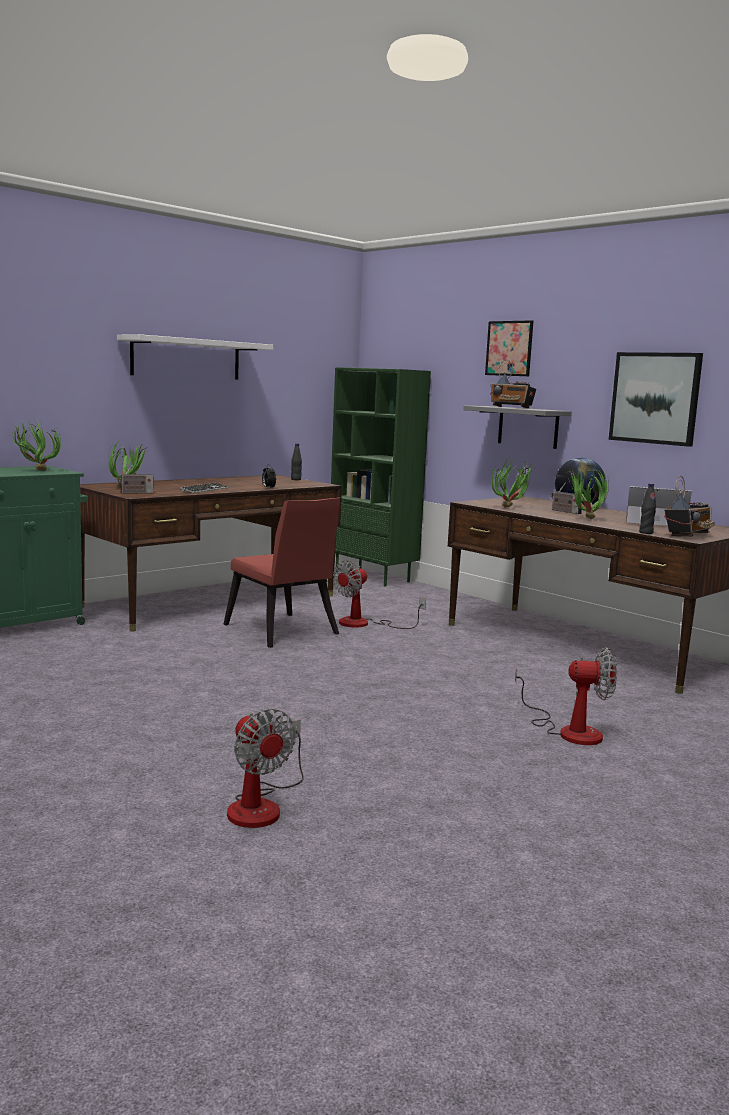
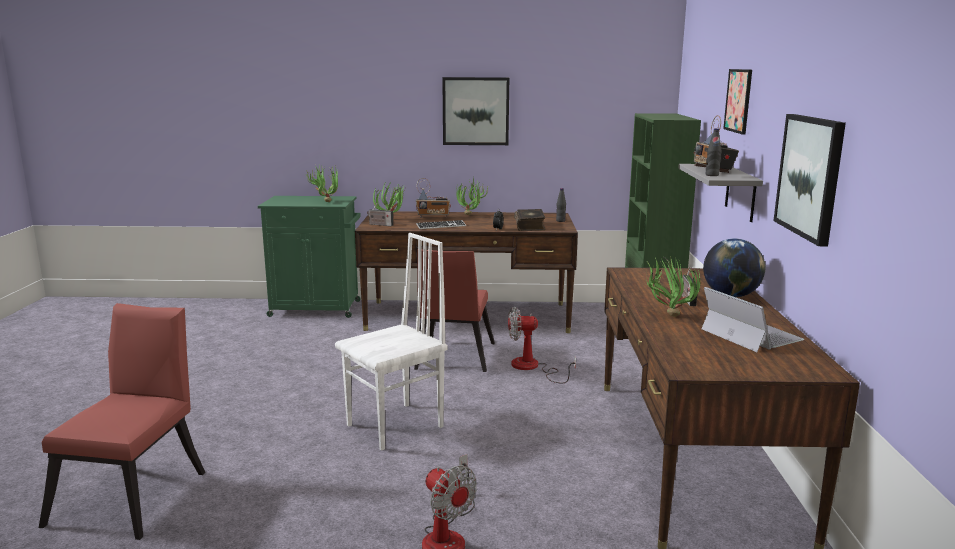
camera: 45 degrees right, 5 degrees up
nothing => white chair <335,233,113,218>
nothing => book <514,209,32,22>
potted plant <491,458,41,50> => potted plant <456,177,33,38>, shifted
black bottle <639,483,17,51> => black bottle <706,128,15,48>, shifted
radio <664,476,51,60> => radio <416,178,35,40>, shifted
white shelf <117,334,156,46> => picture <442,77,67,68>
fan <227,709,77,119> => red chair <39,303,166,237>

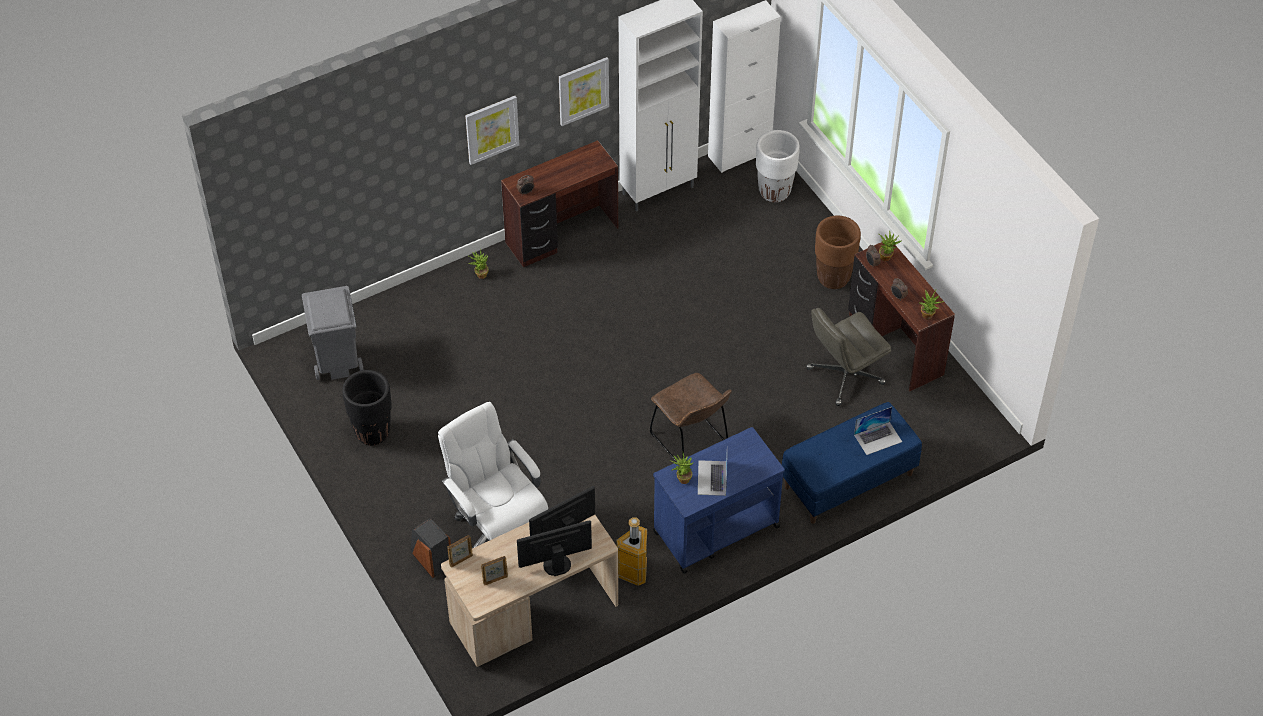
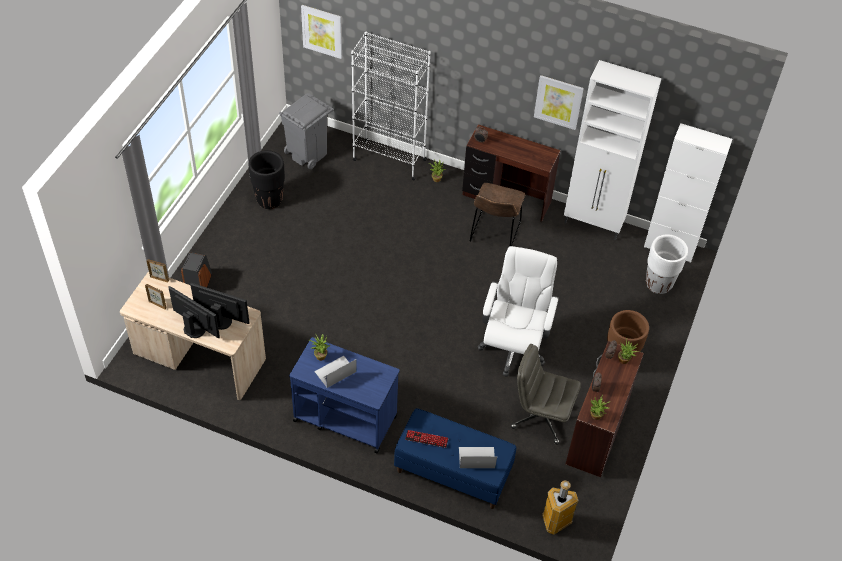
camera: 50 degrees right, 0 degrees up
nothing => white bookcase <351,31,80,149>
nothing => keyboard <405,430,44,18>
white office chair <438,402,110,147> => white office chair <478,246,81,131>, shifted
picture <465,96,54,69> => picture <301,5,41,54>, shifted
trash can <617,517,30,69> => trash can <542,480,37,55>, shifted
brown chair <650,373,82,89> => brown chair <470,183,55,63>, shifted
laptop <854,407,48,48> => laptop <459,447,38,21>, 150 degrees clockwise

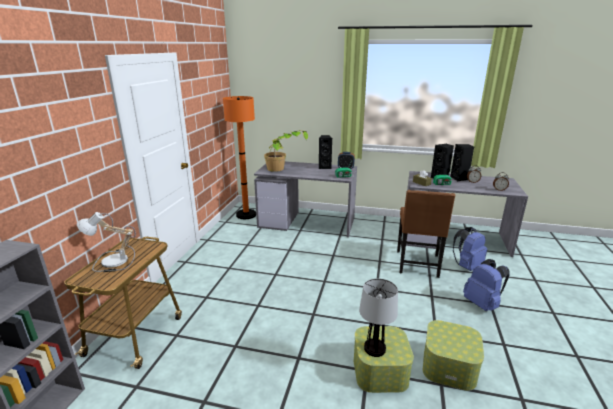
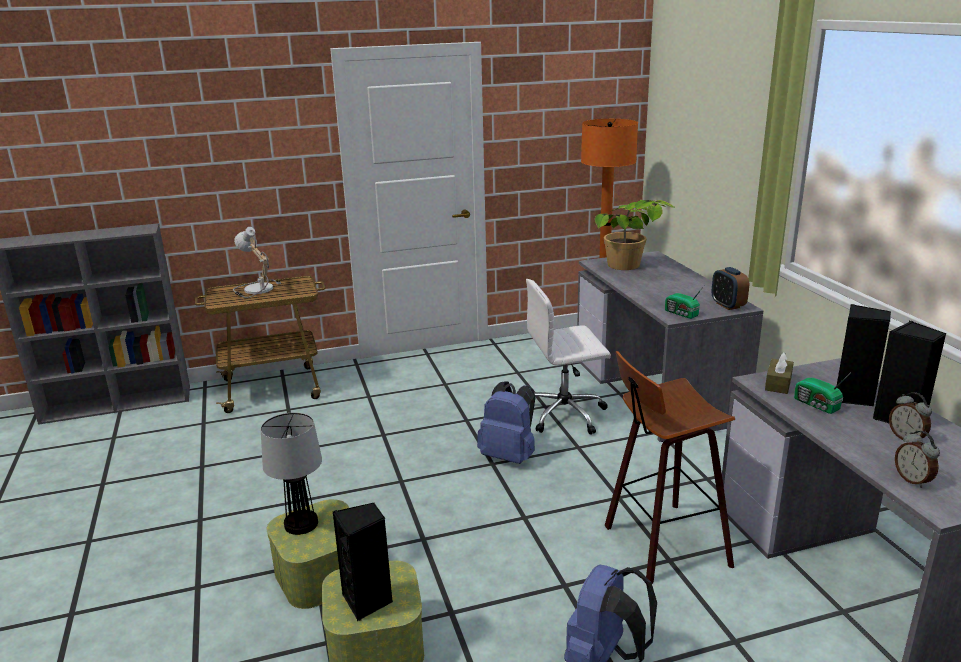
camera: 60 degrees right, 0 degrees up
nothing => white office chair <526,279,85,156>
black speaker <319,135,13,34> => black speaker <333,503,60,118>, shifted
blue backpack <453,227,34,44> => blue backpack <477,381,59,83>, shifted
brown chair <397,190,59,88> => stool <605,351,130,233>

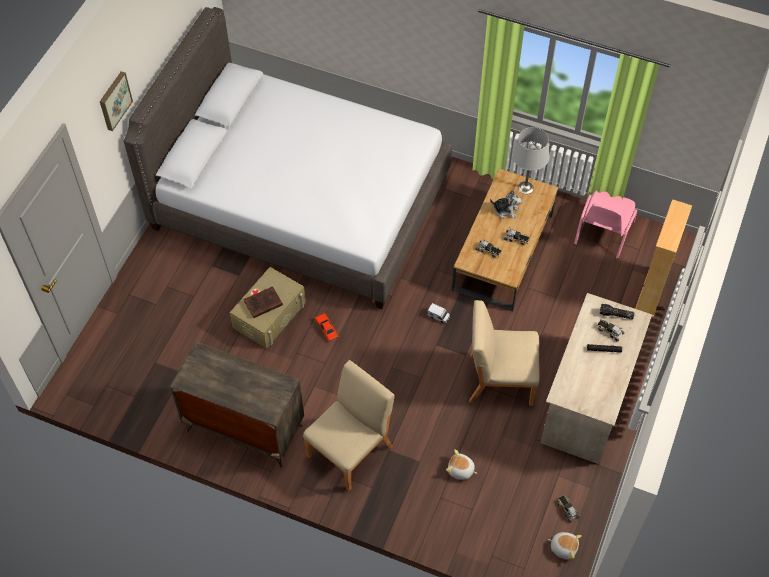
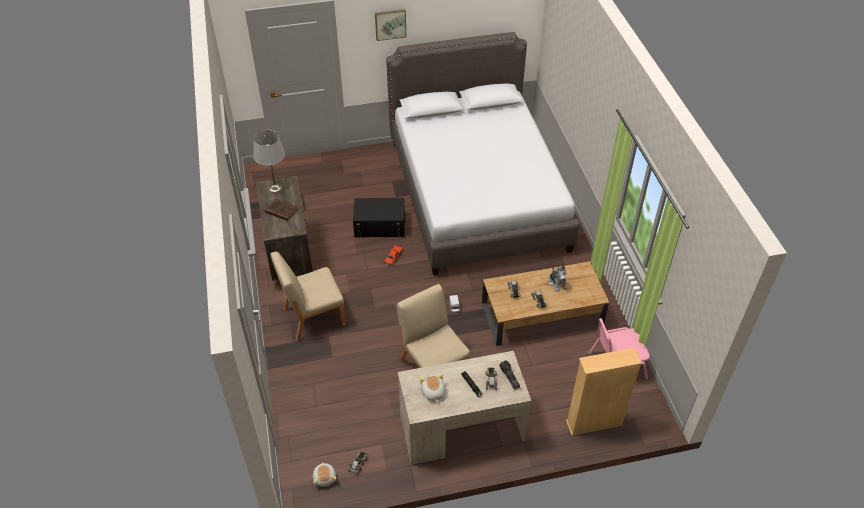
camera: 55 degrees right, 10 degrees down
brown book <244,286,39,32> => brown book <265,198,32,23>, shifted
plush toy <446,449,31,31> => plush toy <420,373,25,30>, shifted
grey table lamp <512,127,38,67> => grey table lamp <253,130,32,62>, shifted
beige storage box <230,267,76,82> => black storage box <353,198,52,39>
beige chair <303,360,92,131> => beige chair <270,252,76,89>, 150 degrees clockwise

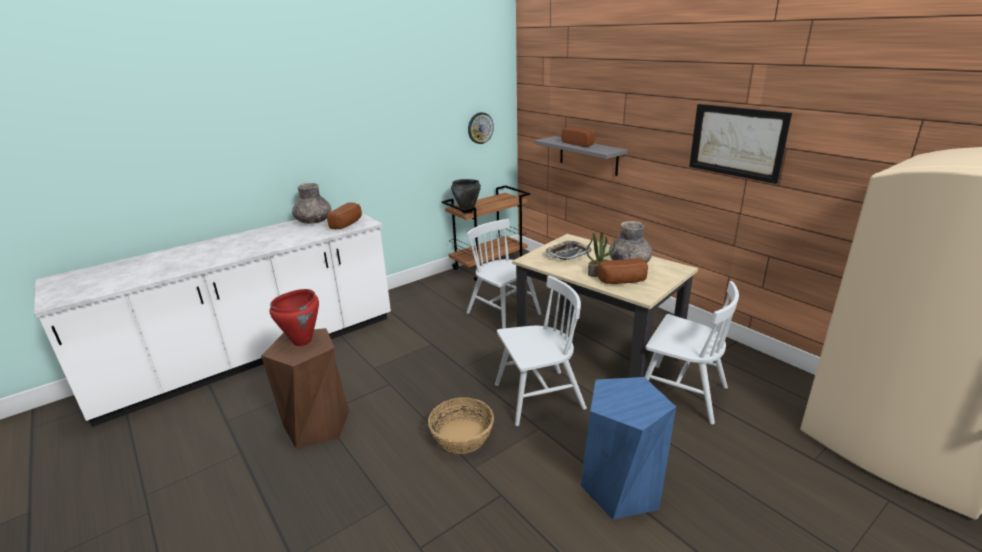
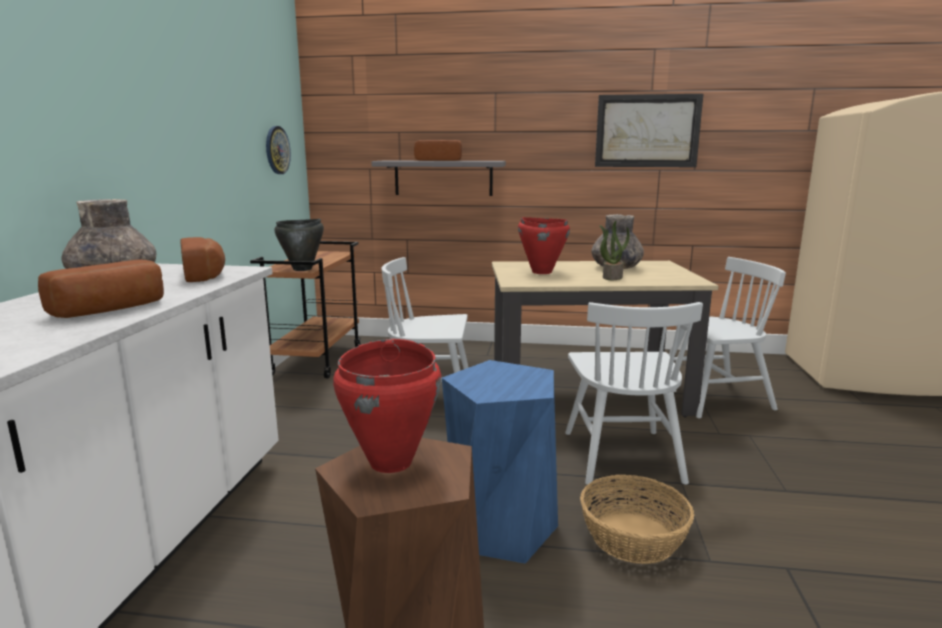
camera: 45 degrees left, 10 degrees down
blue stool <581,377,95,143> => blue stool <442,360,116,204>, shifted
bread <597,258,51,26> => bread <38,260,126,58>, shifted
tray <546,240,46,20> => red cooking pot <518,217,52,57>
white chair <495,276,92,150> => white chair <565,302,138,183>, 150 degrees clockwise

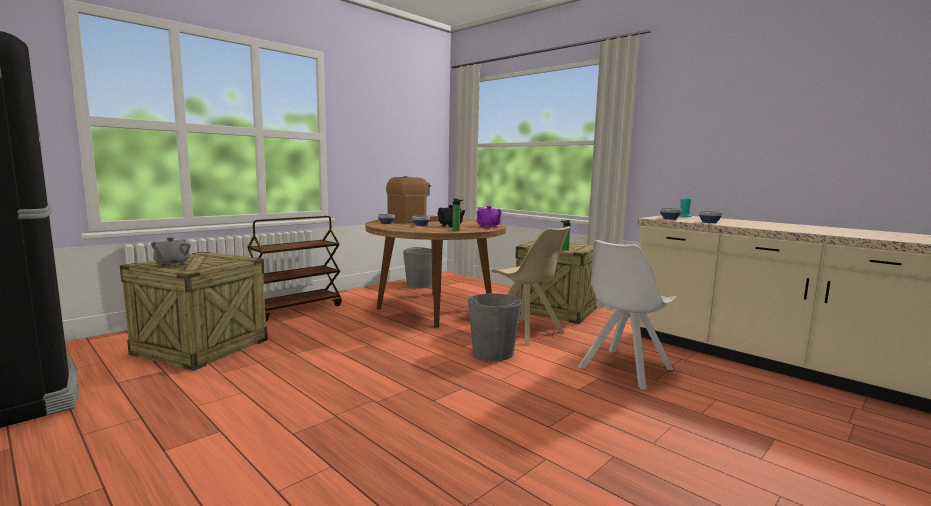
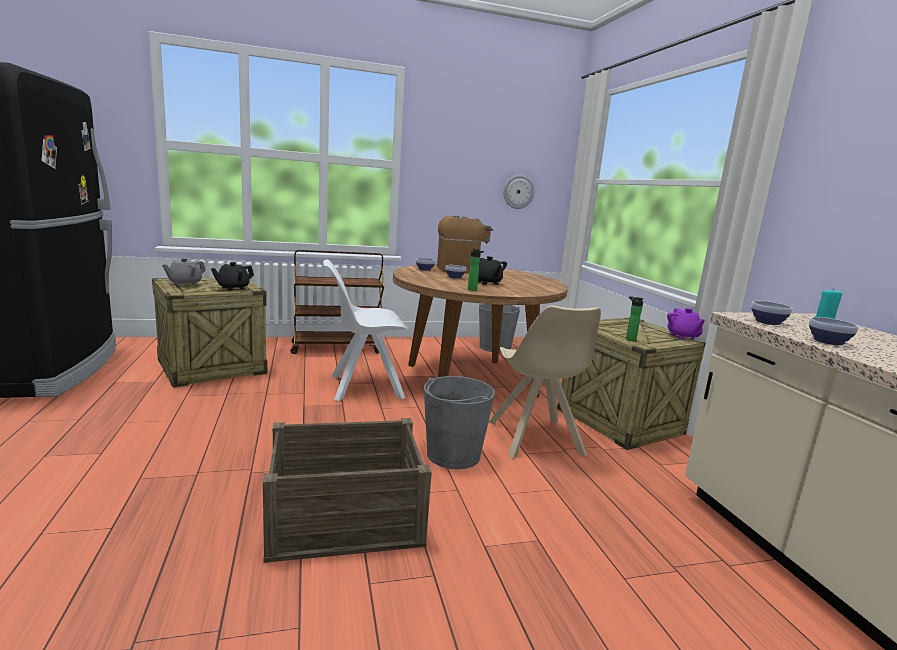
camera: 30 degrees right, 5 degrees up
nothing => black teapot <211,262,43,29>
nothing => crate <263,418,169,145>
nothing => wall clock <503,175,32,34>
purple teapot <477,206,25,22> => purple teapot <667,308,38,32>, shifted
white chair <578,240,99,149> => white chair <323,259,85,142>, shifted

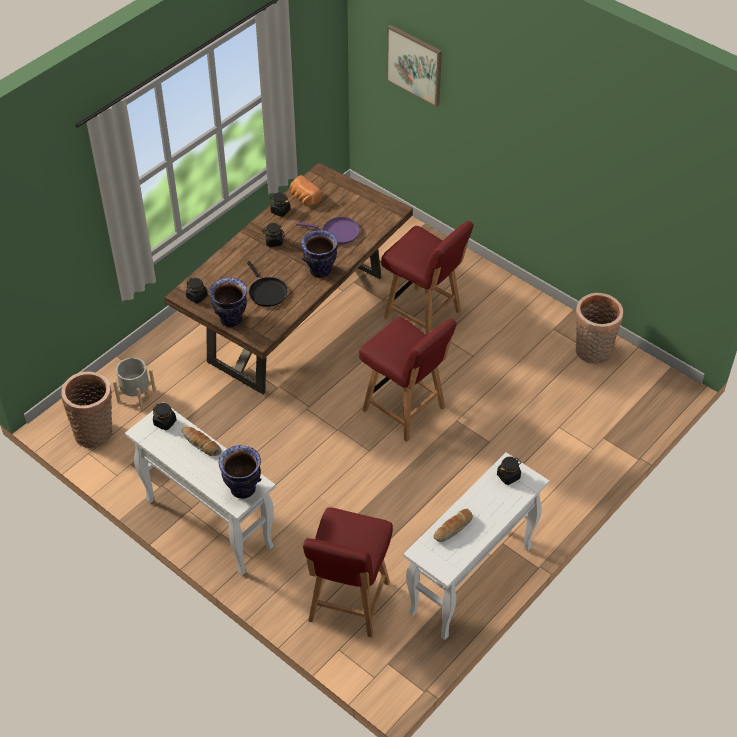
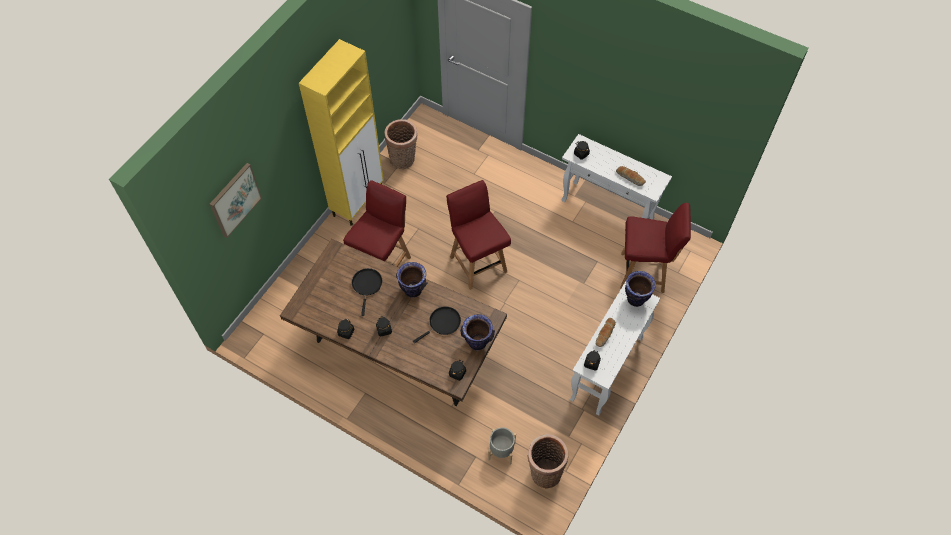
camera: 100 degrees left, 10 degrees up
bread <290,175,31,31> => nothing
nothing => yellow cabinet <299,39,85,187>
purple frying pan <296,217,64,27> => black frying pan <352,268,30,48>
red chair <359,317,98,125> => red chair <446,180,65,110>, 60 degrees counterclockwise

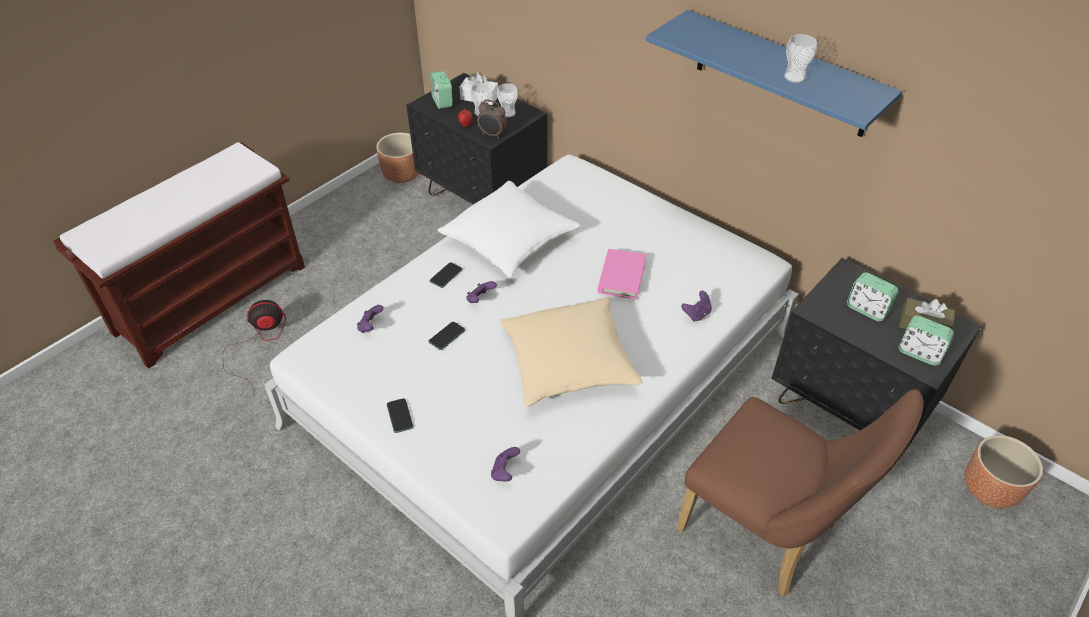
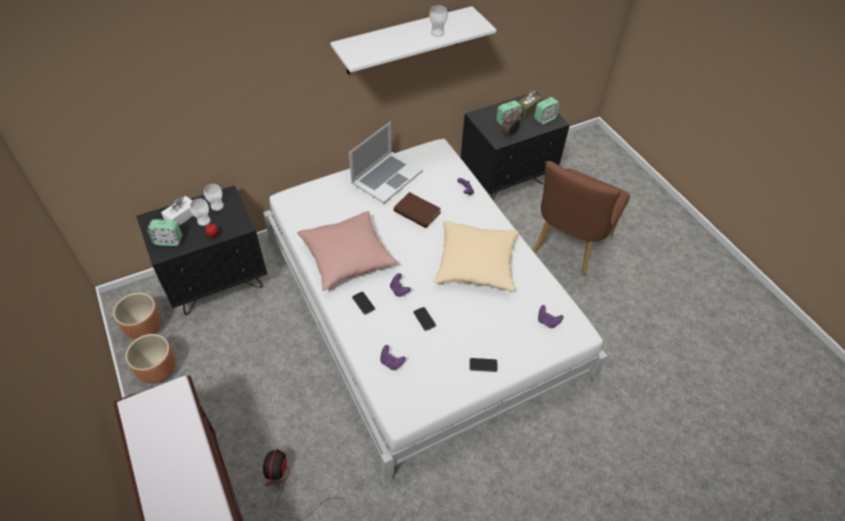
camera: 70 degrees left, 5 degrees up
nothing => laptop <349,122,74,81>
alarm clock <477,100,30,39> => alarm clock <501,110,20,29>, shifted
brown planter <965,435,78,73> => brown planter <125,334,51,49>, shifted
white pillow <438,181,142,96> => pink pillow <297,211,101,80>
pink book <598,249,48,51> => brown book <394,192,47,36>
blue shelf <646,10,256,127> => white shelf <330,6,166,68>
brown chair <677,389,247,208> => brown chair <533,161,97,114>, 150 degrees clockwise

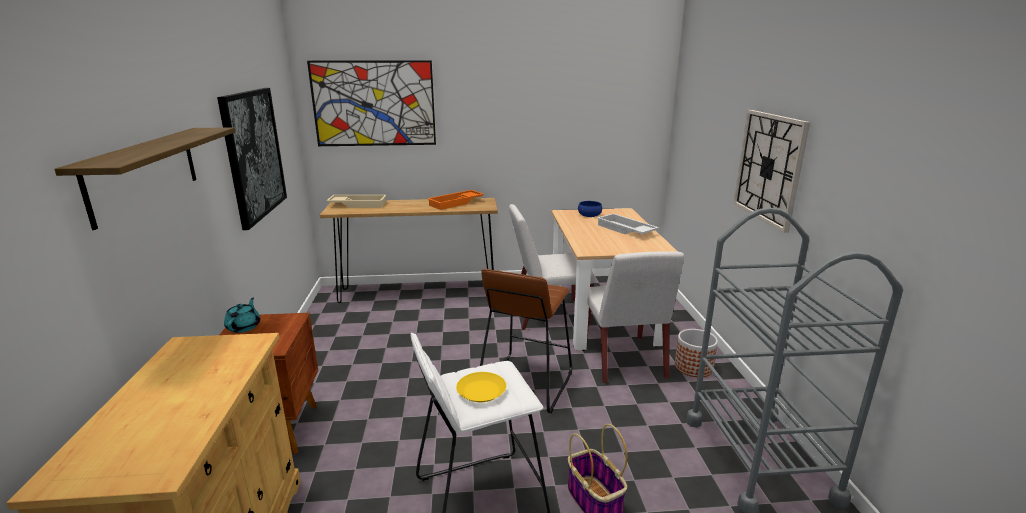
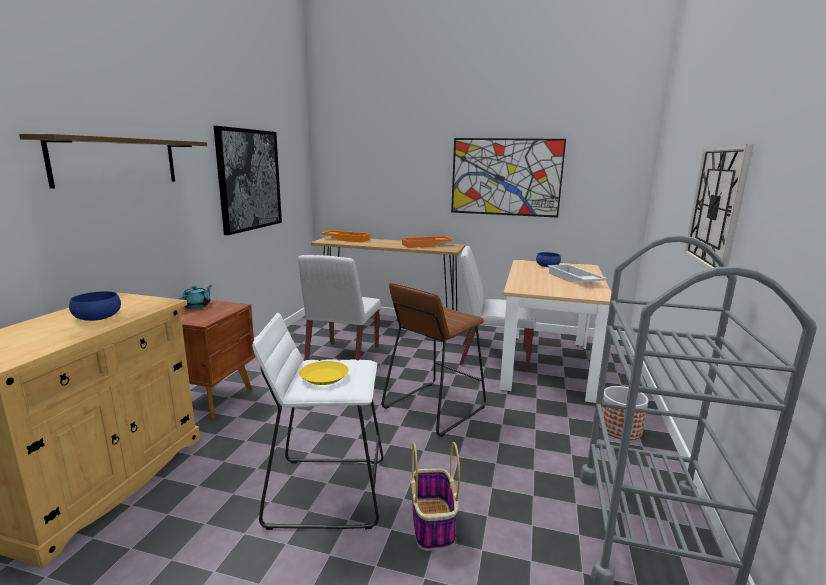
camera: 20 degrees right, 5 degrees down
nothing => blue bowl <69,291,52,30>
picture <307,60,129,86> => picture <451,138,115,80>, shifted
white chair <587,251,97,133> => white chair <298,255,83,106>, shifted
beige tray <326,195,61,13> => orange tray <322,230,49,12>

